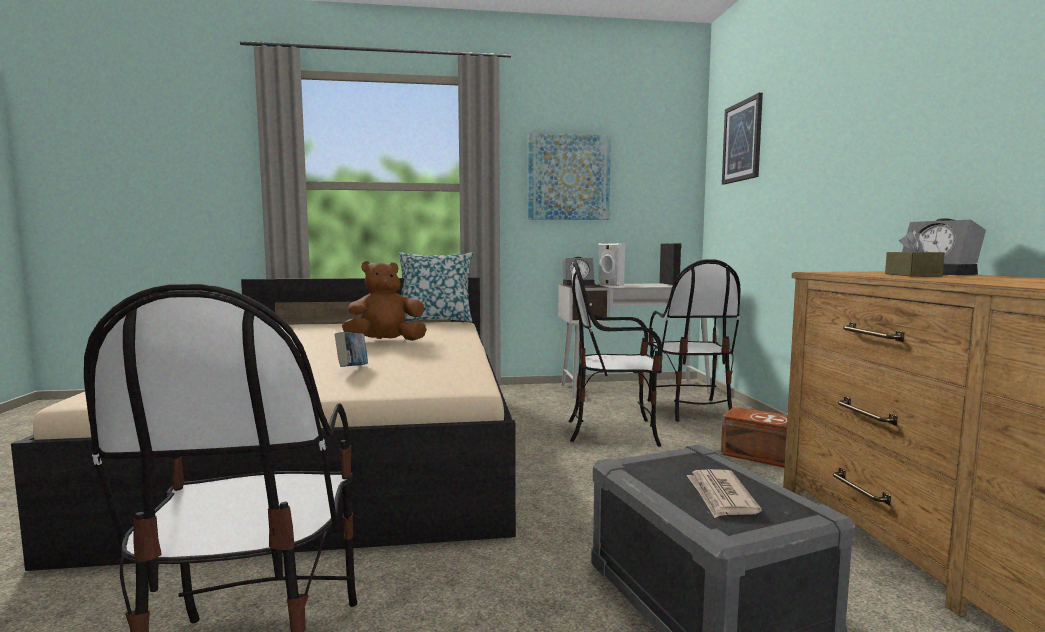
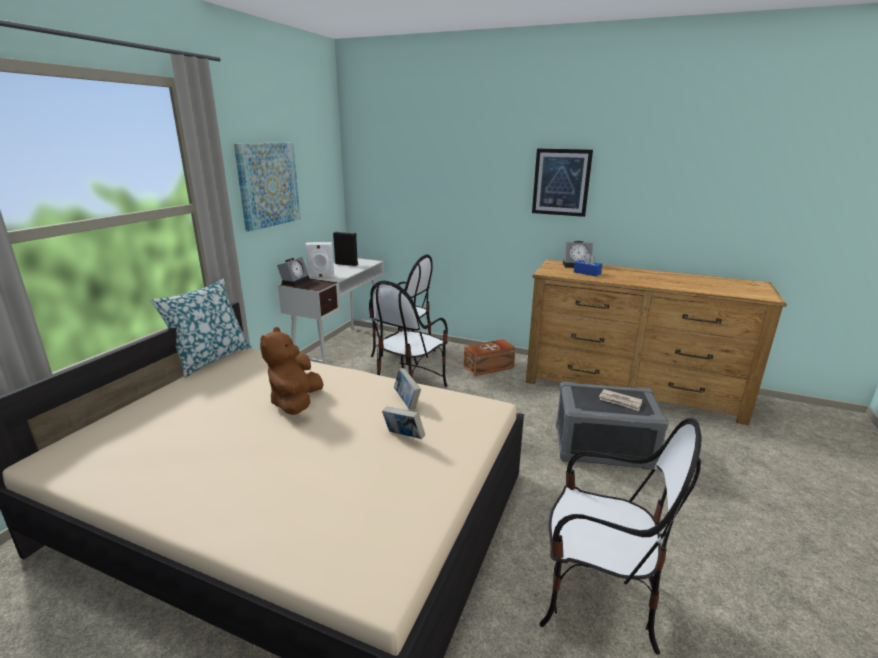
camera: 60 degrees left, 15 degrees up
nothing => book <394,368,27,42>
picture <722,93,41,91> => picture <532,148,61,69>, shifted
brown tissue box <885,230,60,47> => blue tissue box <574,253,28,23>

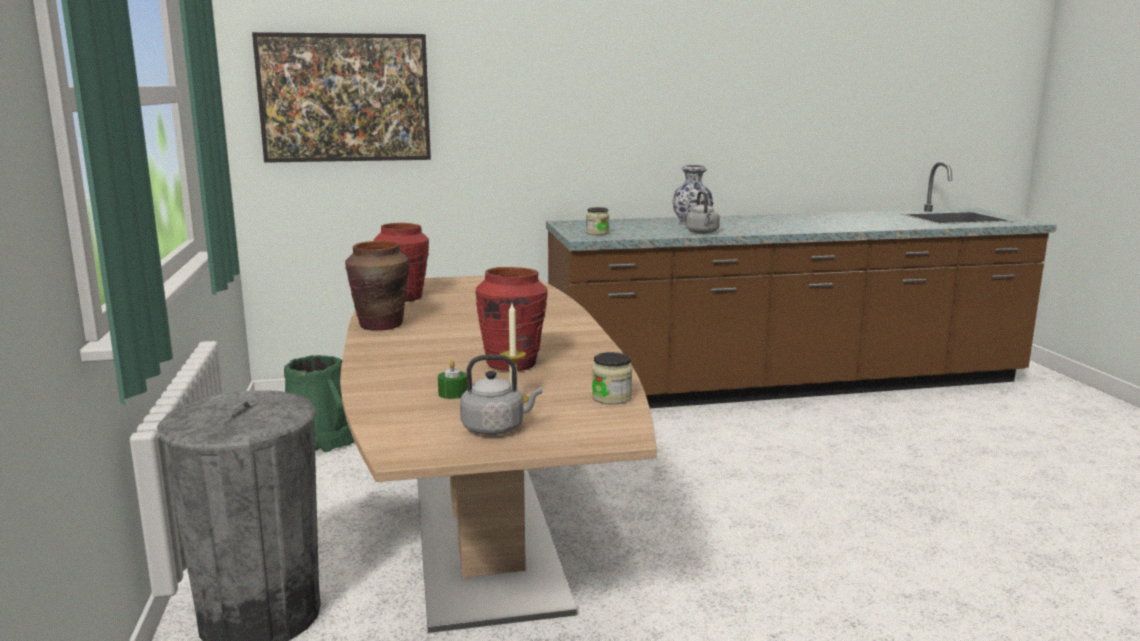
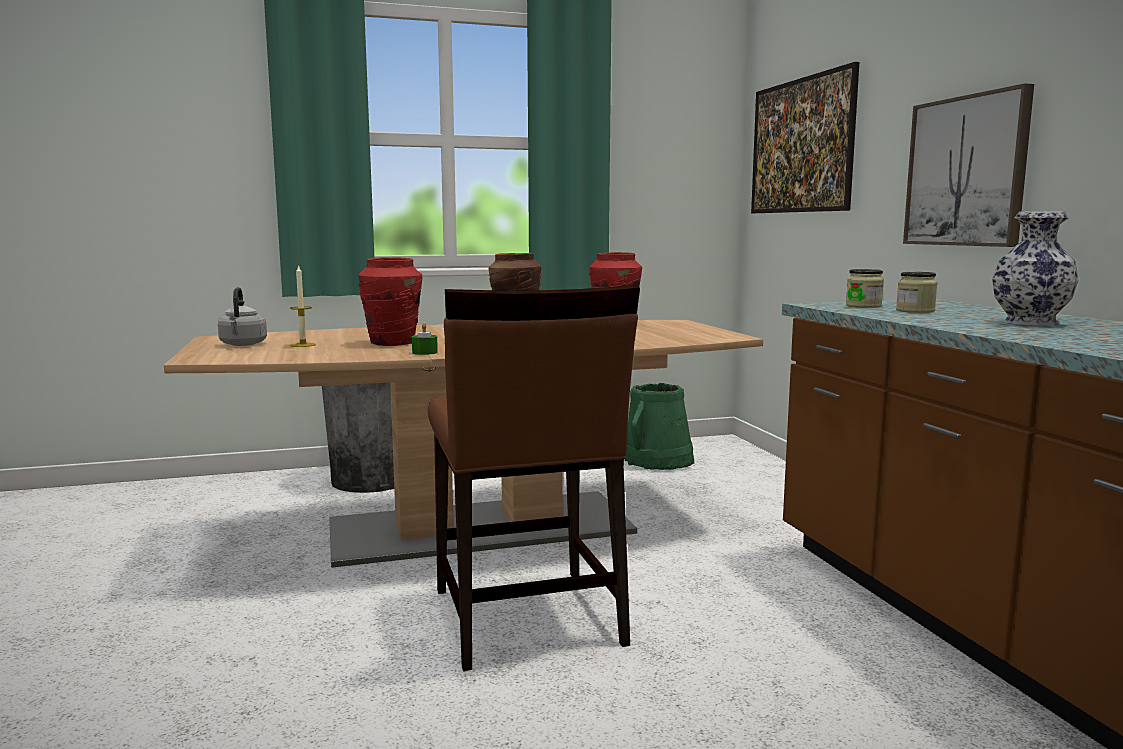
camera: 85 degrees right, 5 degrees down
grey kettle <686,191,34,43> => nothing
nothing => brown chair <428,285,212,386>
nothing => picture <903,83,131,164>
green candle <438,360,30,39> => green candle <412,323,26,32>, shifted
jar <592,352,40,53> => jar <896,272,41,41>, shifted

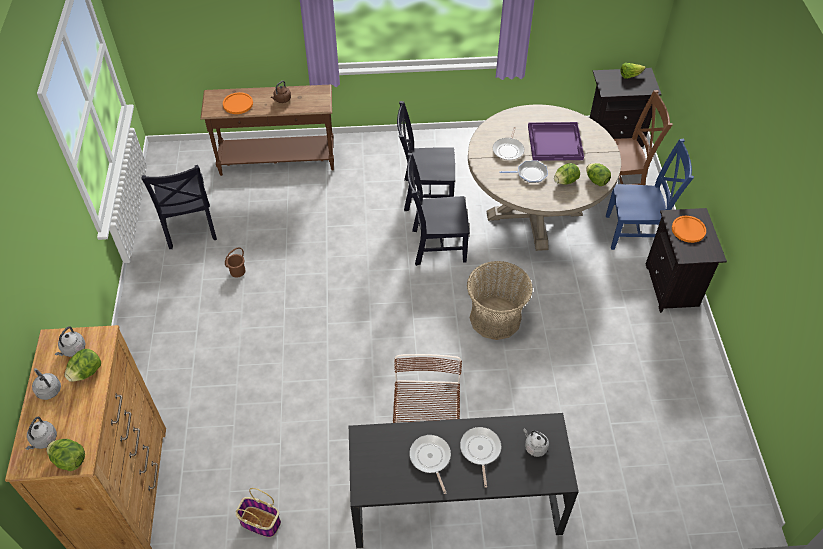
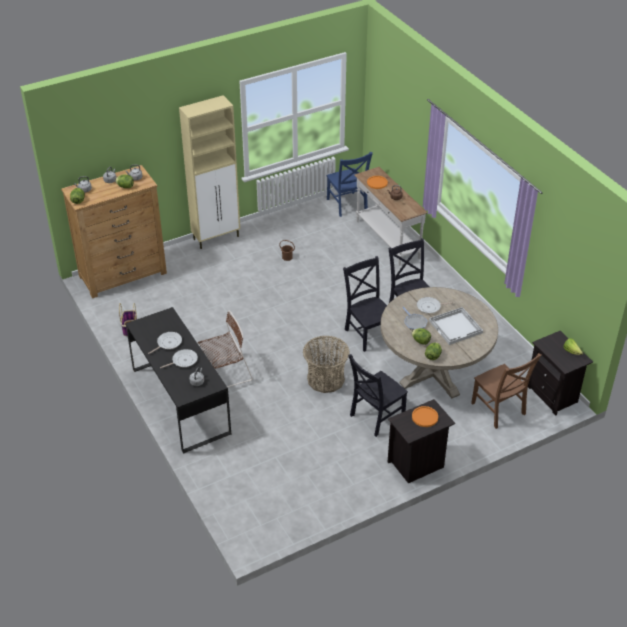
camera: 65 degrees right, 10 degrees down
nothing => beige cabinet <179,95,61,154>
black chair <141,165,76,84> => black chair <348,354,60,83>, shifted
blue chair <606,139,88,111> => blue chair <326,152,47,65>, shifted
brown console table <200,85,134,91> => white console table <354,167,73,99>
purple tray <528,122,56,39> => white tray <429,307,54,38>

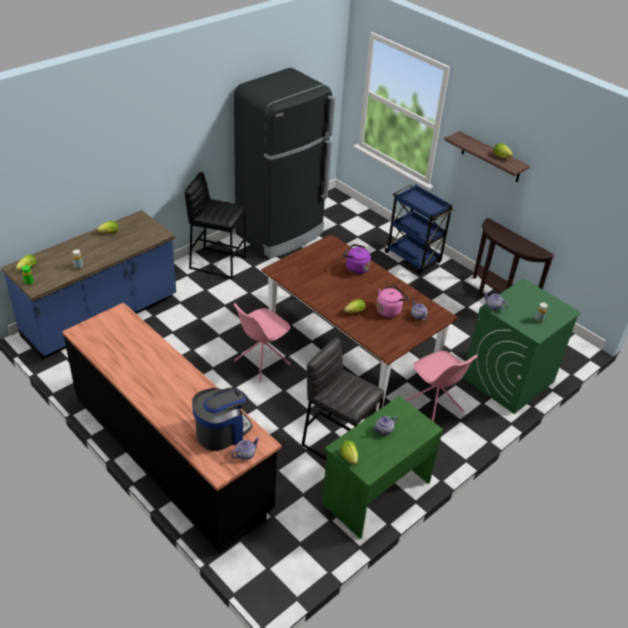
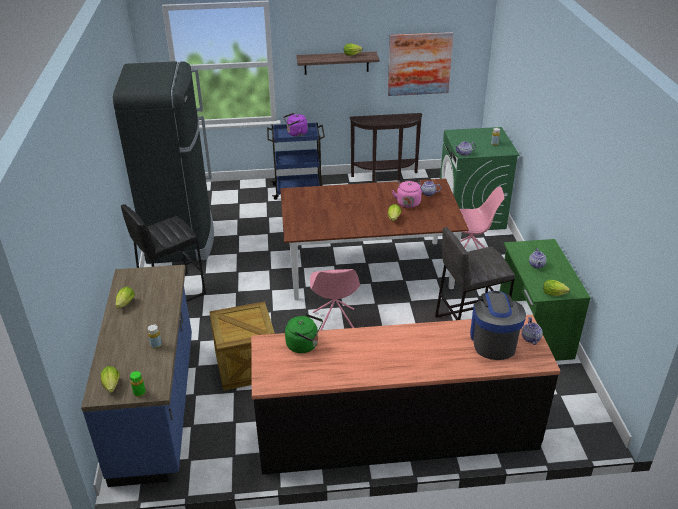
camera: 50 degrees left, 5 degrees down
nothing => crate <209,301,66,90>
nothing => green kettle <285,314,38,39>
nothing => picture <388,32,66,64>
purple kettle <343,244,28,30> => purple kettle <283,113,25,24>, shifted

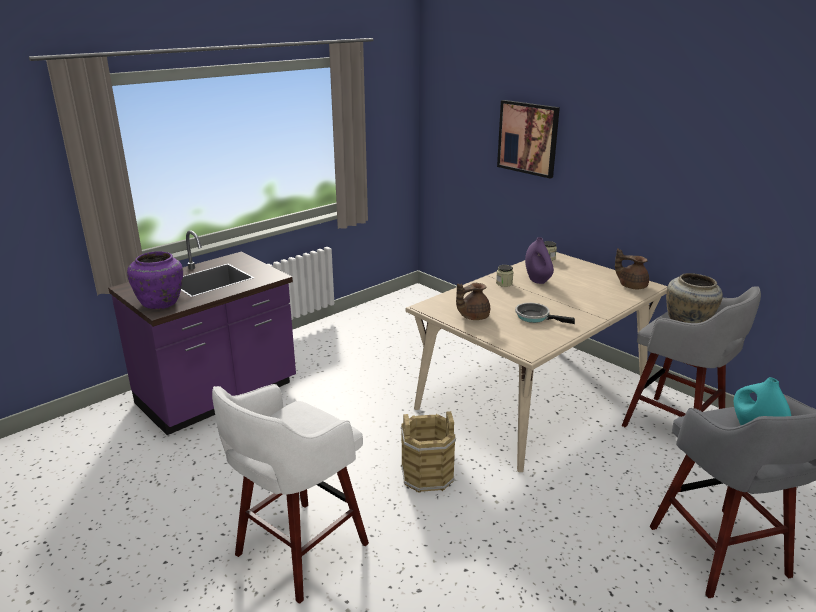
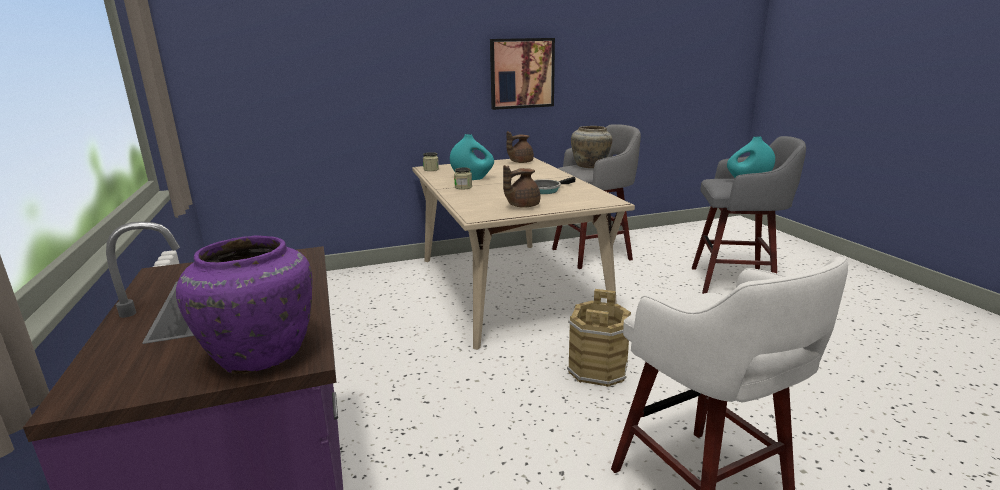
camera: 65 degrees left, 5 degrees down
picture <497,100,63,79> => picture <490,38,65,72>, shifted
purple vase <525,237,29,47> => turquoise vase <450,134,44,46>
brown teapot <456,283,34,37> => brown teapot <503,165,37,43>, 60 degrees clockwise

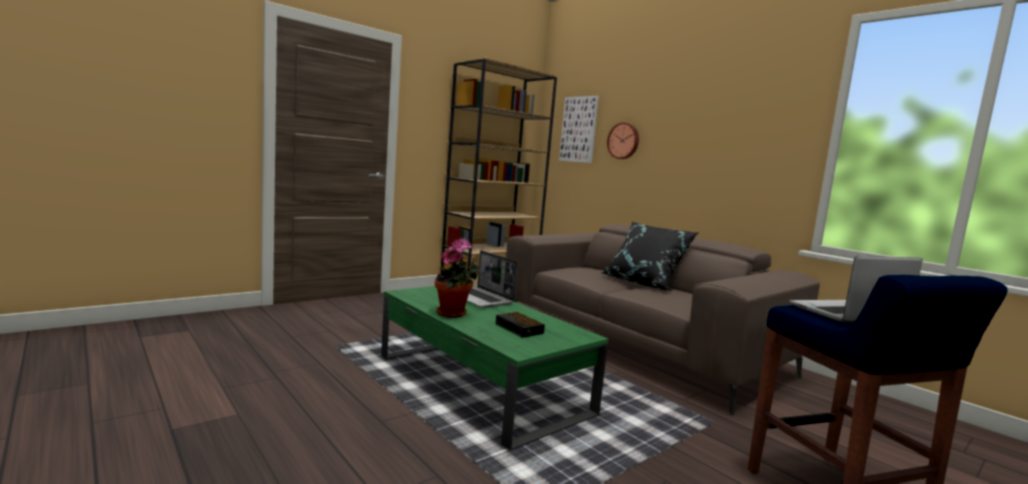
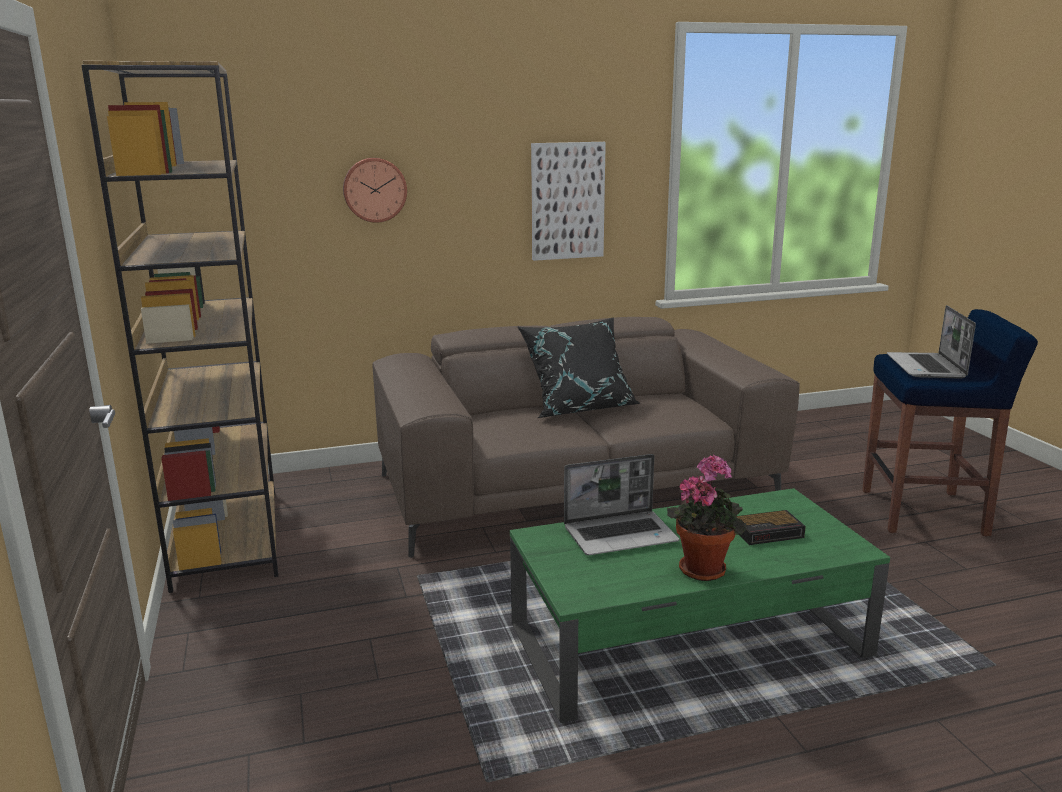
camera: 65 degrees left, 10 degrees up
picture <559,96,40,67> => picture <531,142,75,119>, shifted

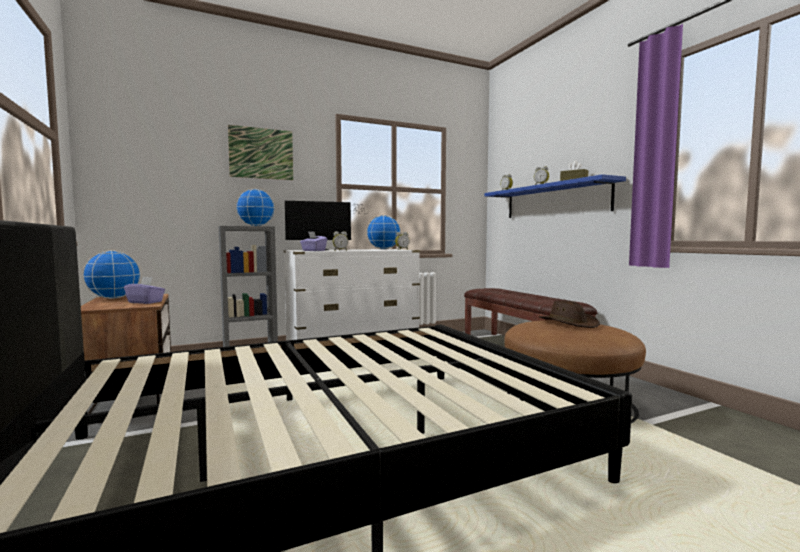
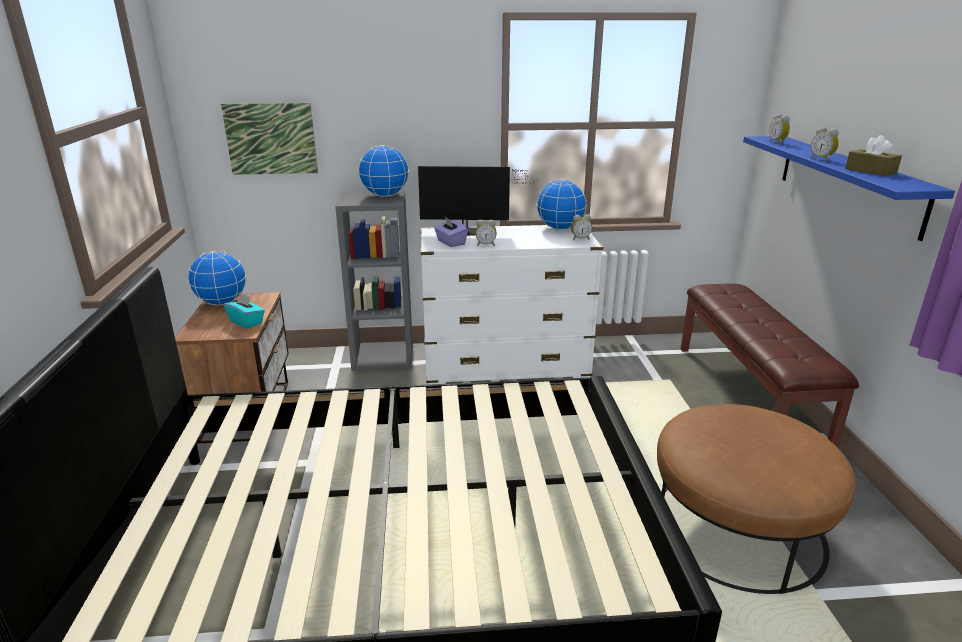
camera: 20 degrees right, 20 degrees up
brown hat <539,301,61,27> => nothing
picture <228,125,65,55> => picture <221,103,97,72>, shifted
purple tissue box <124,277,41,27> => turquoise tissue box <224,294,41,35>

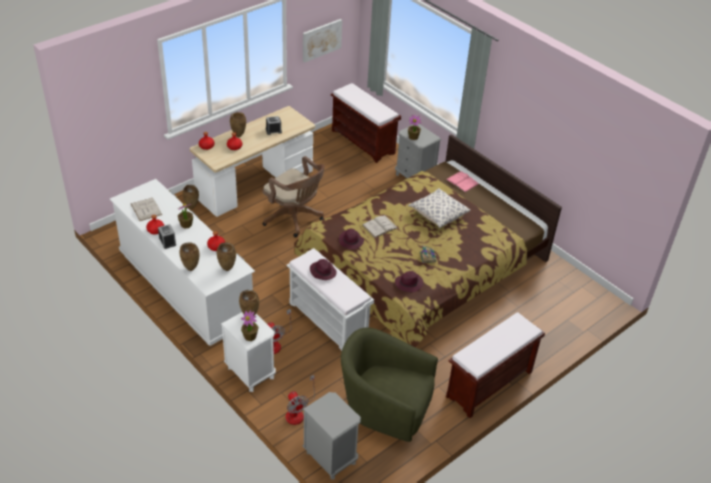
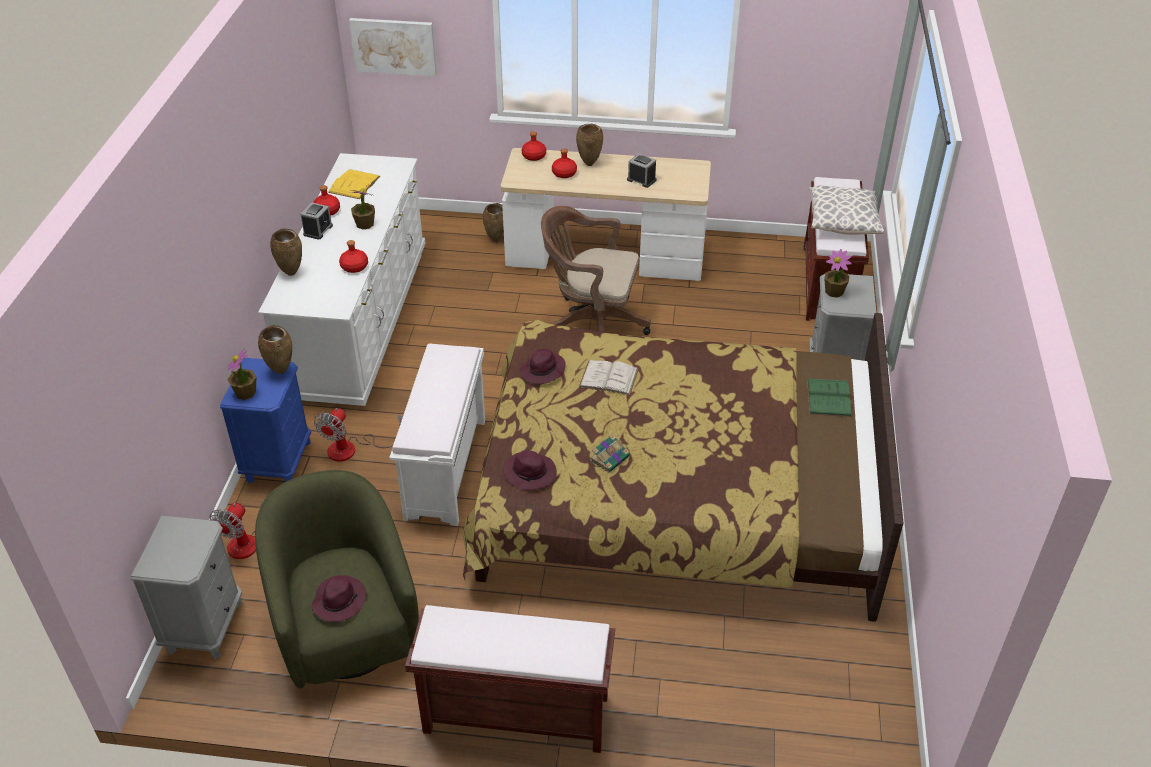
camera: 50 degrees right, 0 degrees up
brown vase <217,242,19,29> => nothing
picture <303,19,39,44> => picture <349,18,88,59>, shifted
purple hat <310,259,27,21> => purple hat <312,575,55,47>, shifted
pillow <408,188,62,40> => pillow <808,185,76,50>, shifted
white book <131,198,31,23> => yellow book <328,169,52,30>
white nightstand <221,312,55,80> => blue nightstand <220,358,91,125>
pink book <445,171,34,22> => green book <807,378,45,39>
brown office chair <263,156,61,82> => brown office chair <541,206,110,129>, 105 degrees clockwise

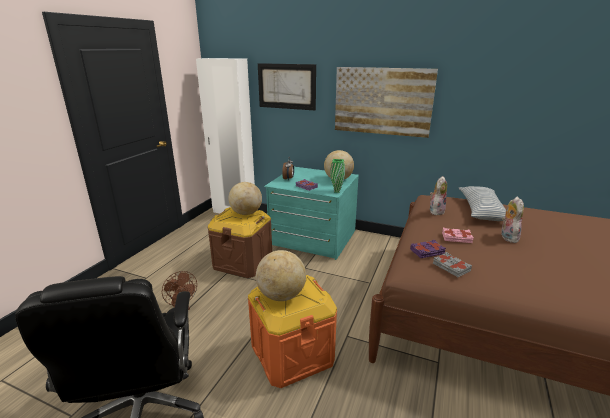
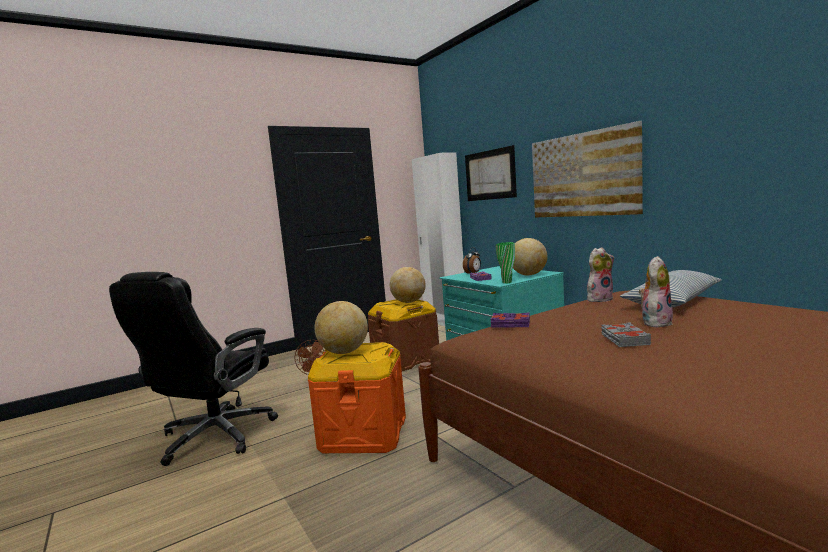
camera: 35 degrees right, 15 degrees down
pink book <442,228,32,15> => nothing
grey book <433,252,39,25> => grey book <601,322,50,25>, shifted

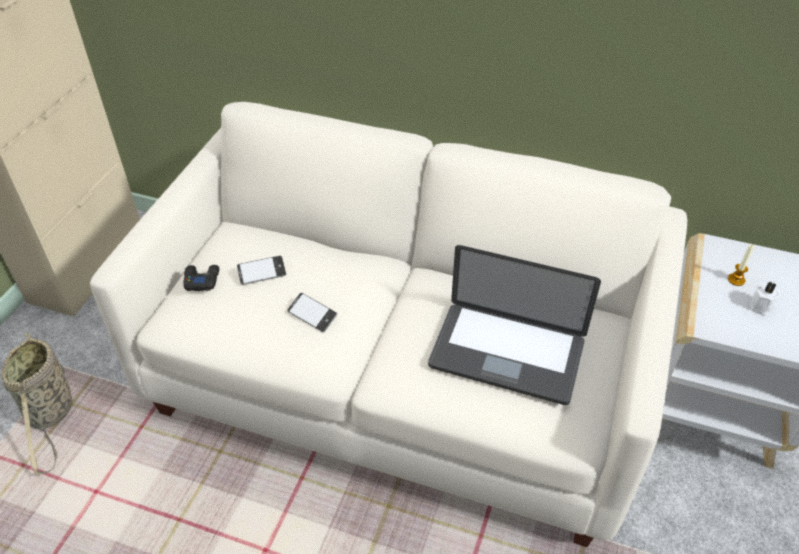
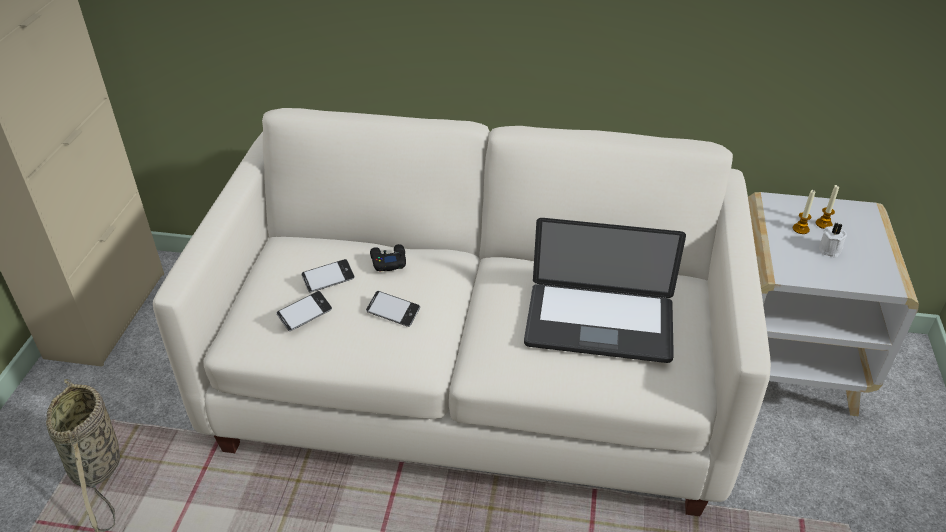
camera: 10 degrees left, 5 degrees down
nothing => phone <277,291,55,40>
nothing => candle <816,185,23,44>
black game controller <183,265,36,26> => black game controller <370,244,36,28>, shifted

